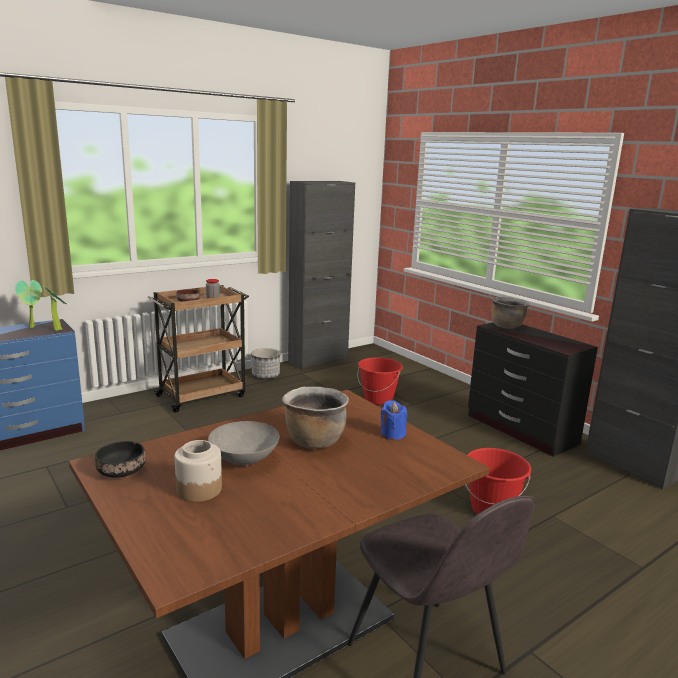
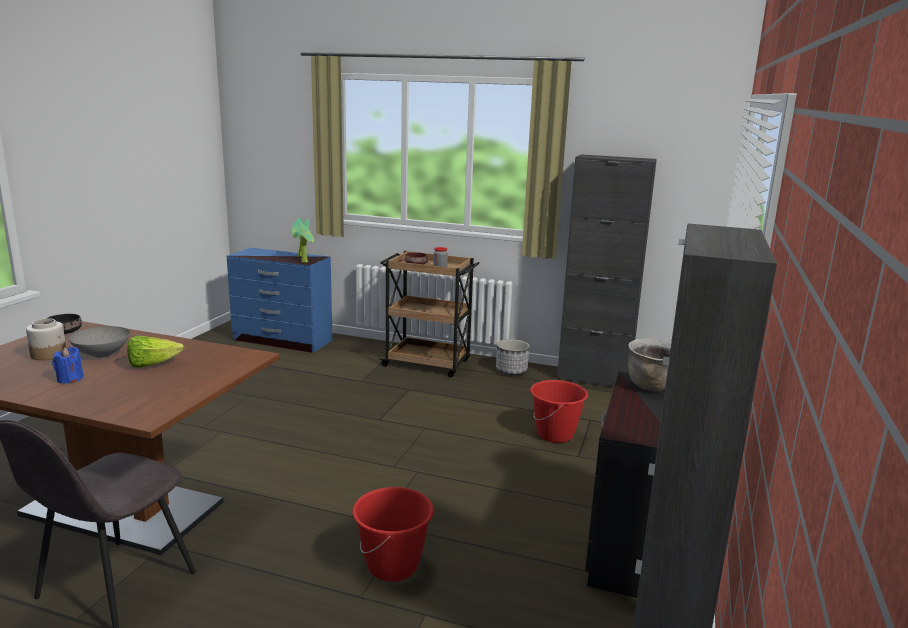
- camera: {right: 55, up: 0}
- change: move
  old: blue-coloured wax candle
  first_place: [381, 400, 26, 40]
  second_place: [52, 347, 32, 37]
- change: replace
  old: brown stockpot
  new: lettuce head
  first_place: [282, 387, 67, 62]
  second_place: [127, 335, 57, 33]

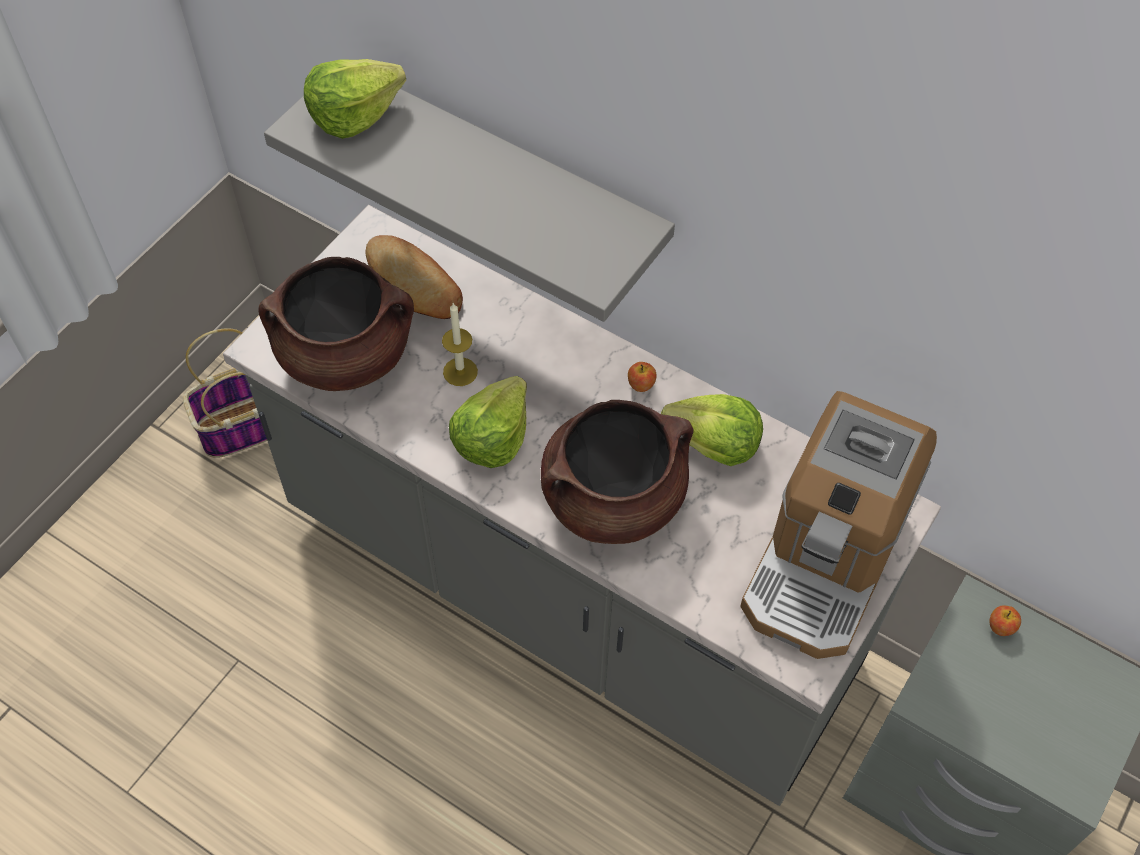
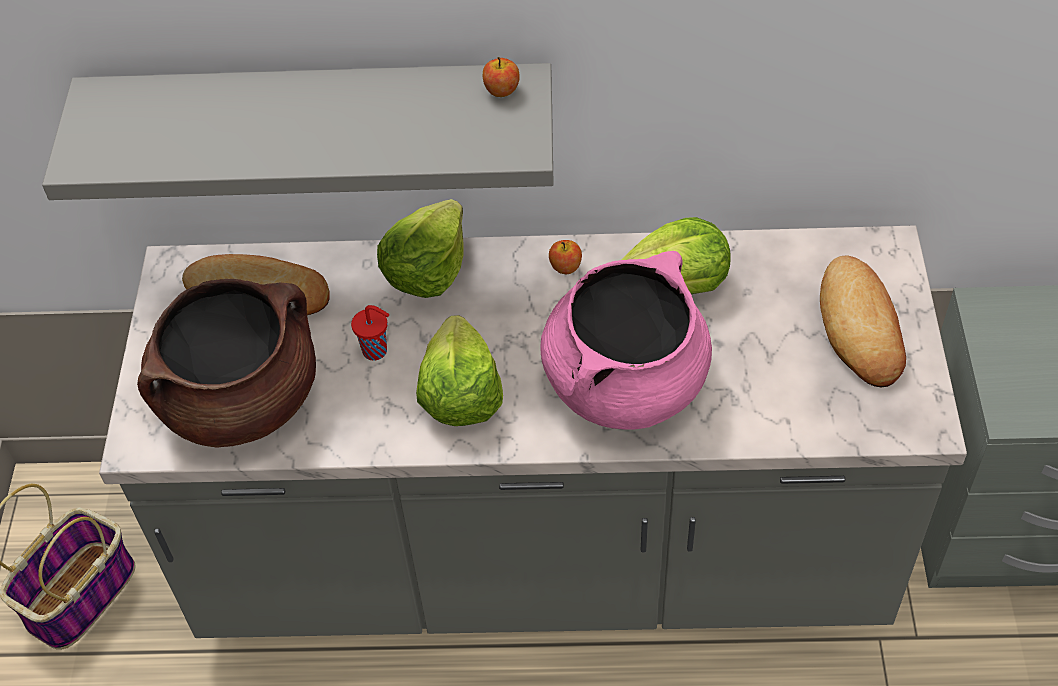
- camera: {right: -30, up: -5}
- change: move
  old: lettuce head
  first_place: [304, 59, 102, 80]
  second_place: [377, 199, 86, 99]
- change: move
  old: whole apple
  first_place: [989, 605, 32, 31]
  second_place: [483, 57, 37, 40]
- change: replace
  old: wax candle
  new: reddish drinking cup
  first_place: [442, 302, 36, 84]
  second_place: [351, 305, 38, 56]
- change: replace
  old: coffee brewer
  new: bakery bread
  first_place: [740, 391, 197, 268]
  second_place: [820, 255, 86, 132]
- change: recolor
  old: brown stockpot
  new: pinkish stockpot
  first_place: [541, 400, 153, 144]
  second_place: [540, 251, 172, 179]

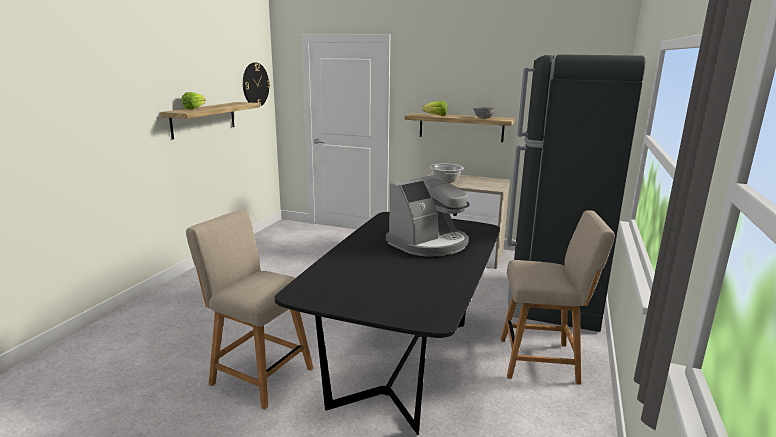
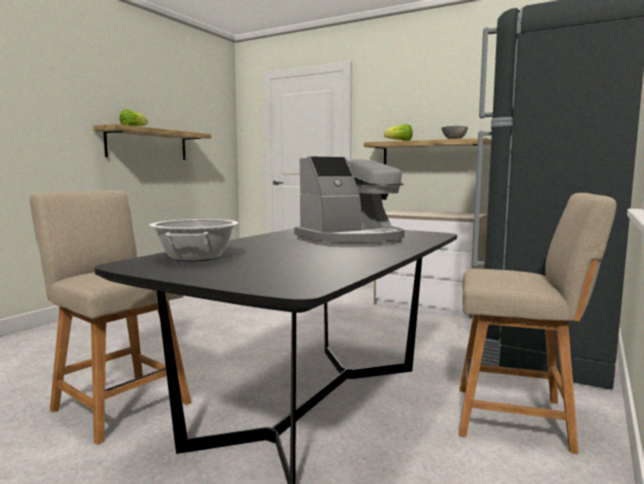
- camera: {right: 10, up: -10}
- change: delete
  old: hanging clock
  first_place: [243, 63, 27, 43]
- change: move
  old: stockpot
  first_place: [430, 164, 34, 19]
  second_place: [149, 219, 90, 42]

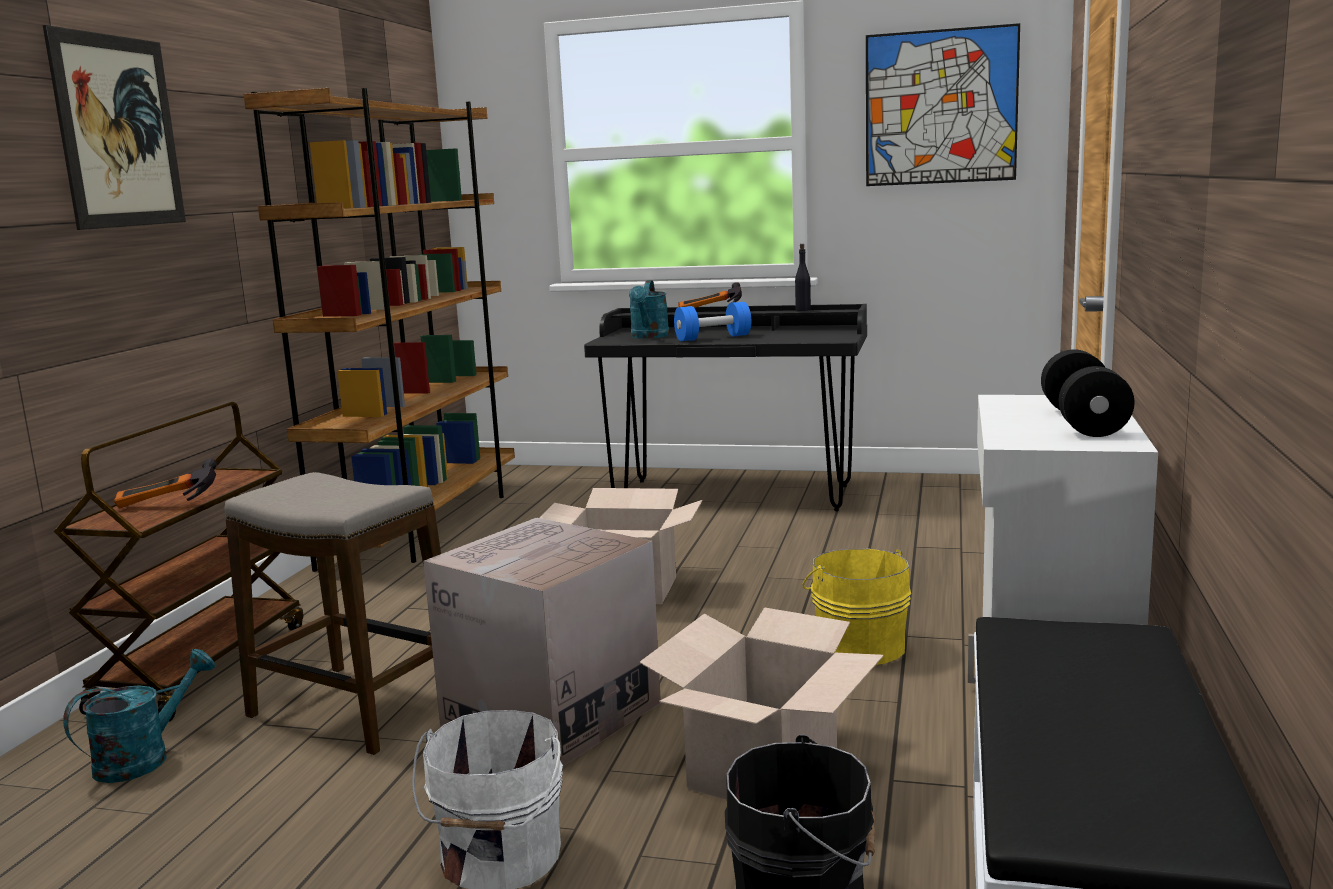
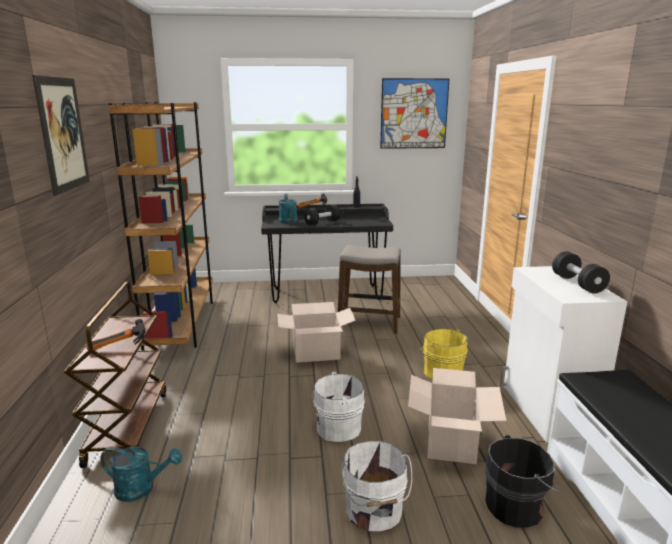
- camera: {right: -20, up: 5}
- change: move
  old: sitting stool
  first_place: [225, 472, 216, 283]
  second_place: [338, 245, 63, 89]
- change: replace
  old: cardboard box
  new: whitish water bucket
  first_place: [423, 518, 238, 248]
  second_place: [311, 371, 54, 71]
- change: recolor
  old: blue-coloured hand weight
  new: black hand weight
  first_place: [674, 302, 77, 39]
  second_place: [304, 205, 36, 20]
- change: rotate
  old: turquoise sprinkling can
  first_place: [63, 649, 152, 134]
  second_place: [100, 446, 82, 56]
  degrees: 75

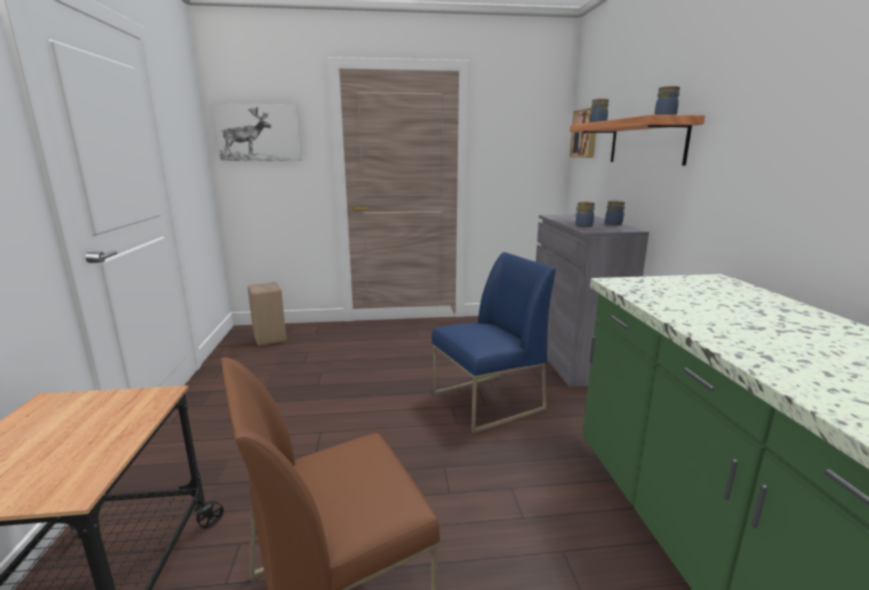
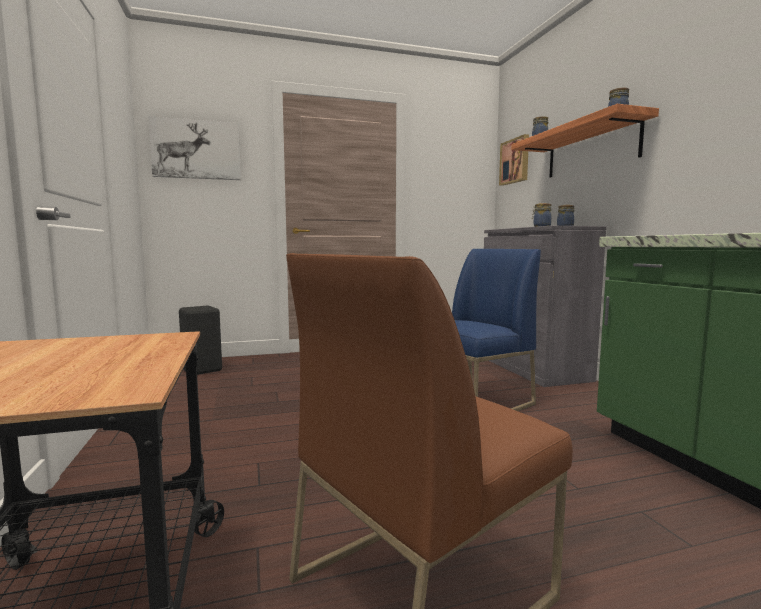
- camera: {right: -10, up: -10}
- change: recolor
  old: beige sitting stool
  new: black sitting stool
  first_place: [248, 282, 39, 64]
  second_place: [179, 305, 43, 70]

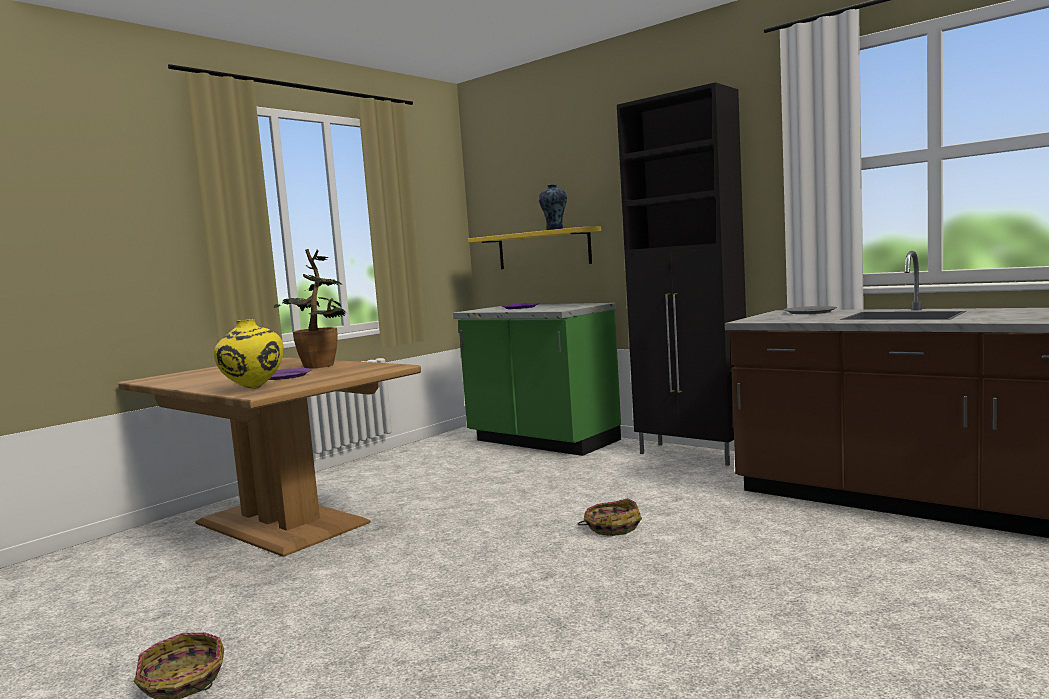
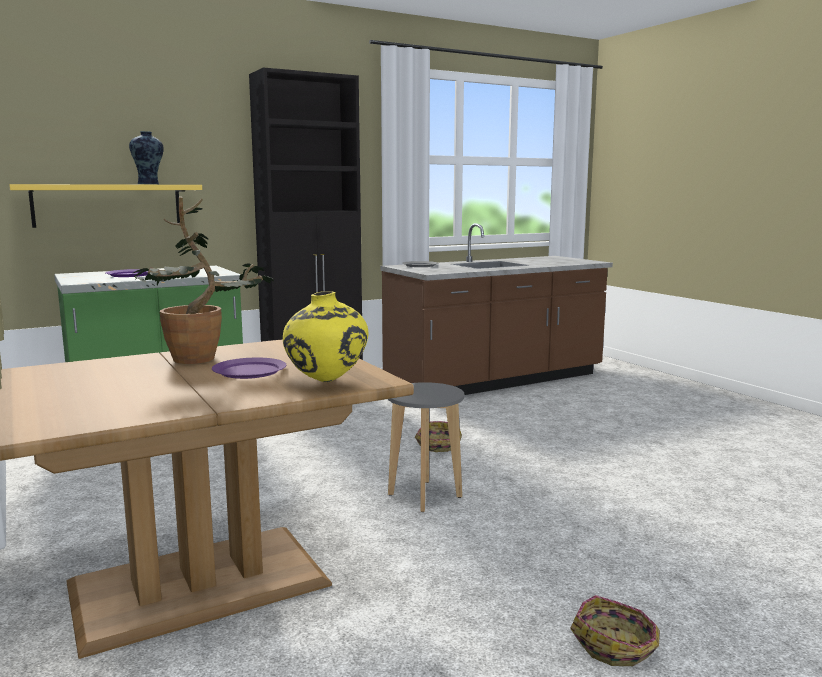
- camera: {right: -70, up: 5}
- change: insert
  new: gray sitting stool
  second_place: [388, 382, 76, 130]

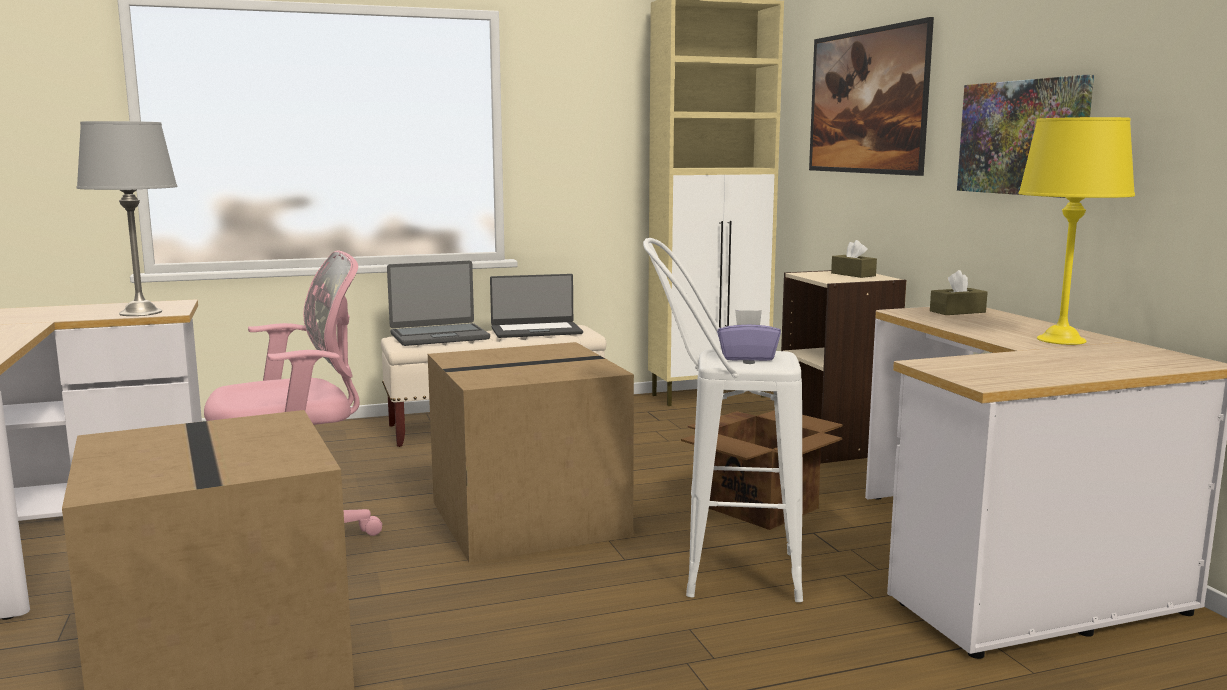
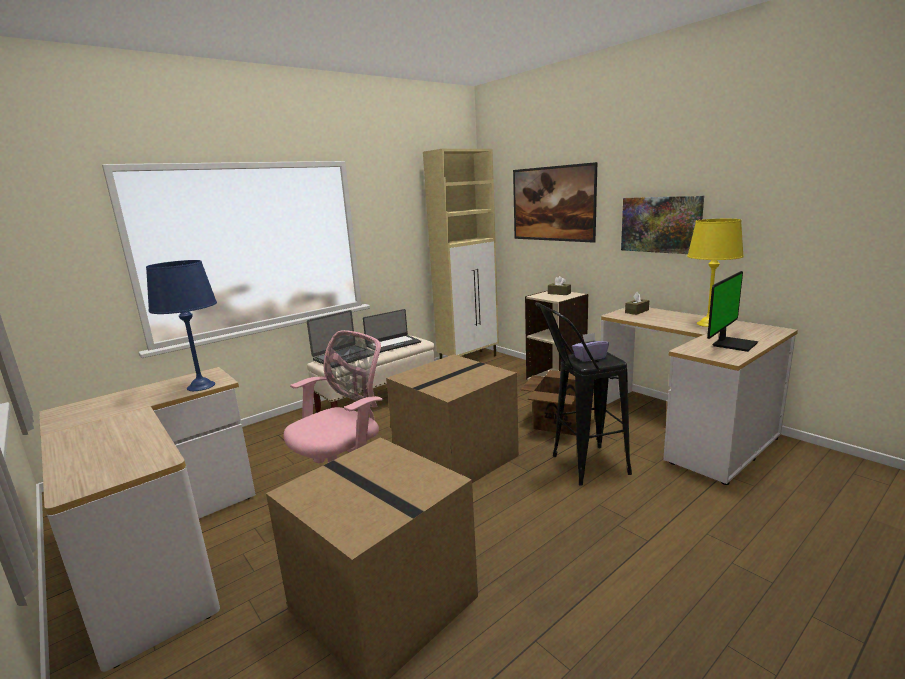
- camera: {right: -20, up: 5}
- change: insert
  new: monitor
  second_place: [707, 271, 51, 81]
- change: recolor
  old: gray tabletop lamp
  new: blue-coloured tabletop lamp
  first_place: [77, 121, 101, 195]
  second_place: [146, 260, 71, 131]
- change: recolor
  old: whitish sitting stool
  new: black sitting stool
  first_place: [643, 238, 160, 364]
  second_place: [535, 302, 97, 184]

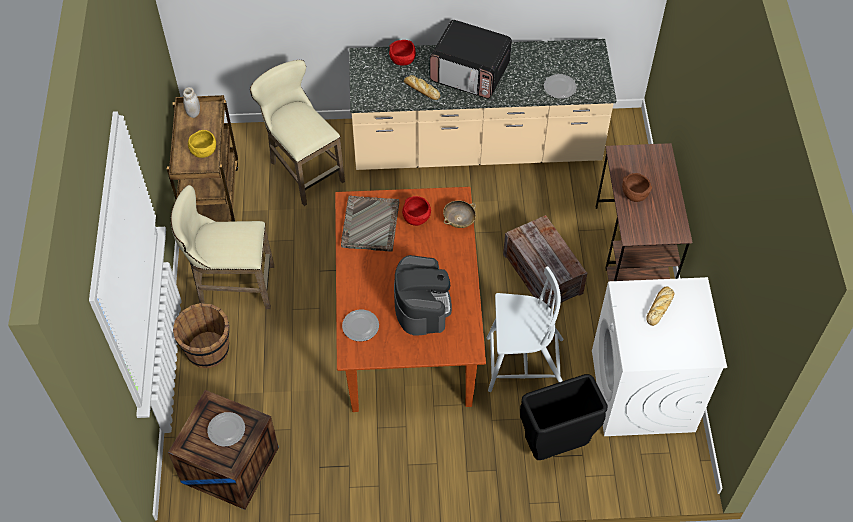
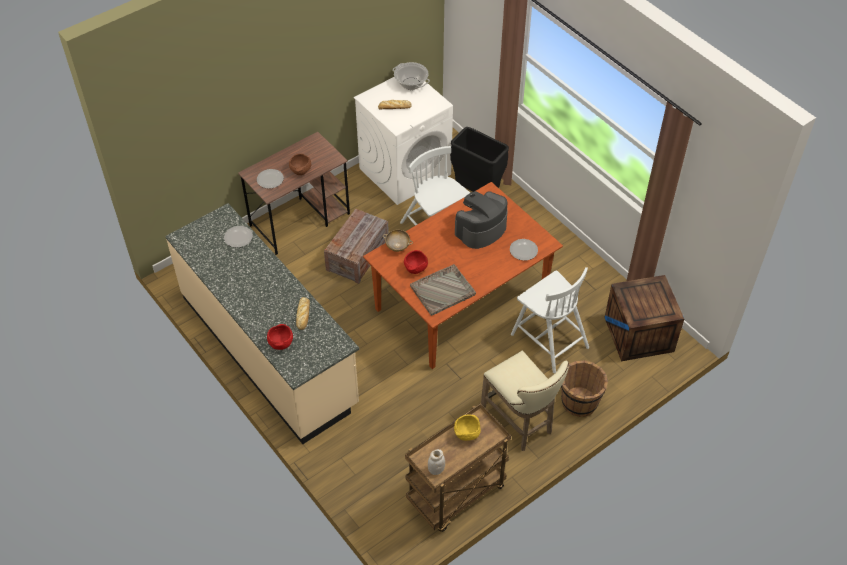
- camera: {right: -125, up: -5}
- change: delete
  old: beige sitting stool
  first_place: [250, 60, 95, 146]
- change: delete
  old: microwave
  first_place: [430, 20, 82, 79]
- change: insert
  new: stockpot
  second_place: [393, 62, 37, 28]
- change: insert
  new: whitish chair
  second_place: [511, 267, 78, 106]
- change: move
  old: dinner plate
  first_place: [207, 412, 38, 35]
  second_place: [257, 169, 27, 20]

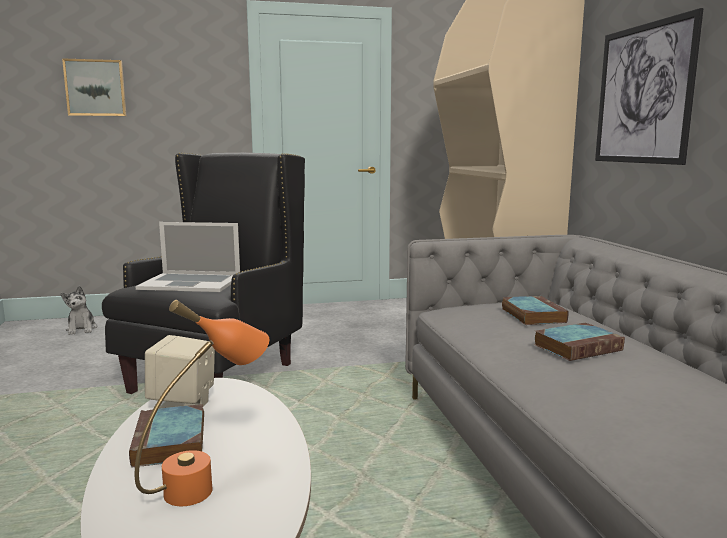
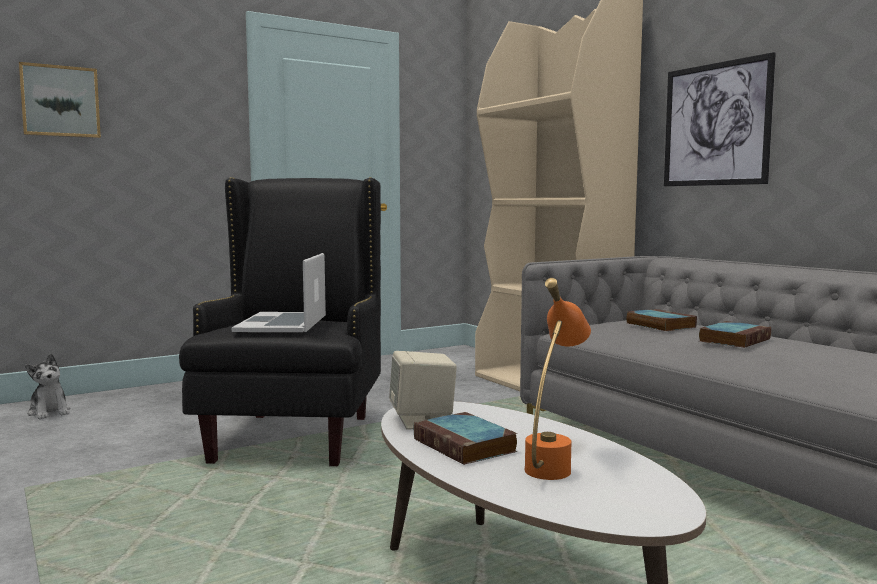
- camera: {right: -20, up: -5}
- change: rotate
  old: portable computer
  first_place: [135, 222, 105, 70]
  second_place: [232, 253, 94, 79]
  degrees: 105

